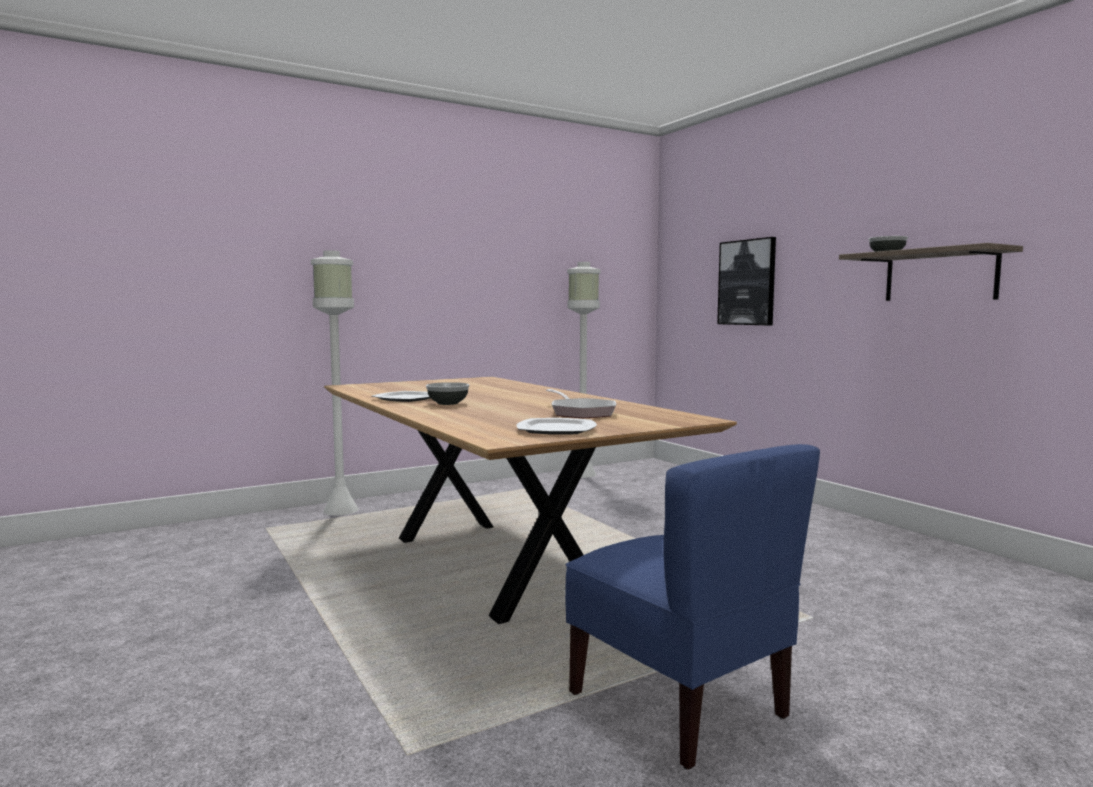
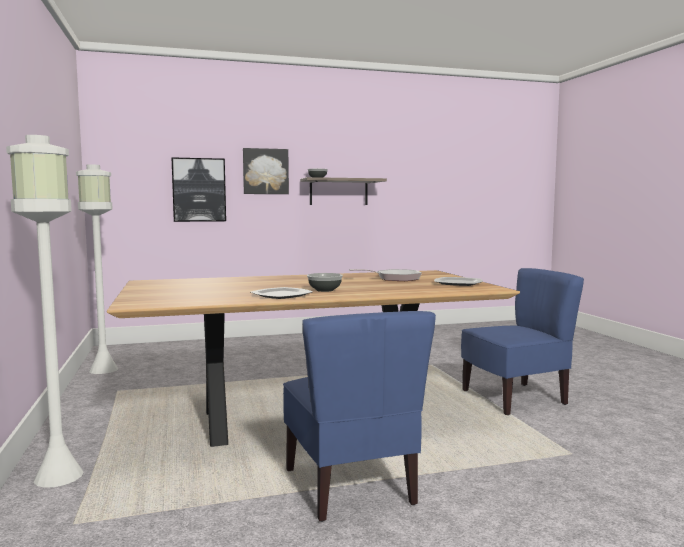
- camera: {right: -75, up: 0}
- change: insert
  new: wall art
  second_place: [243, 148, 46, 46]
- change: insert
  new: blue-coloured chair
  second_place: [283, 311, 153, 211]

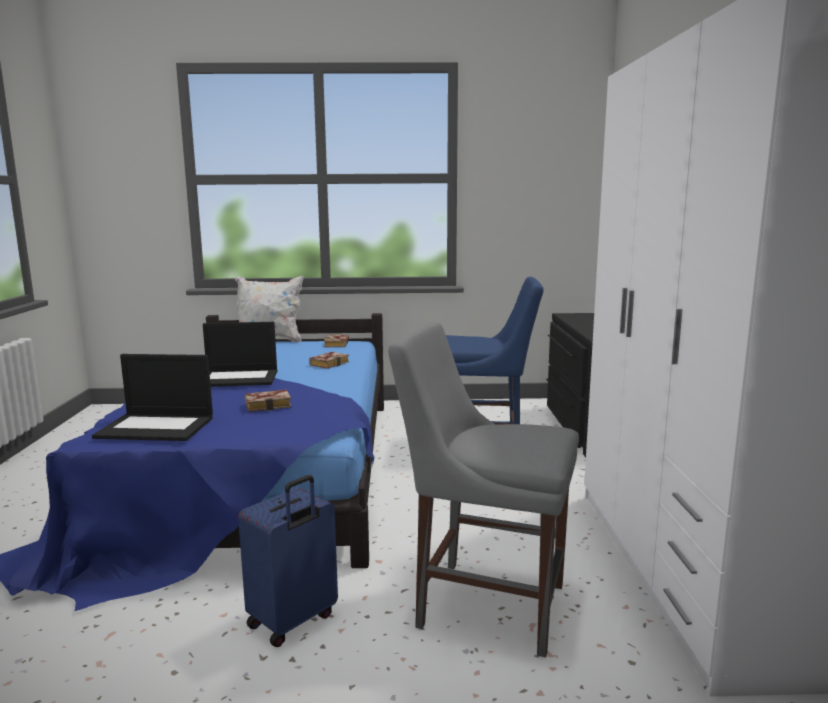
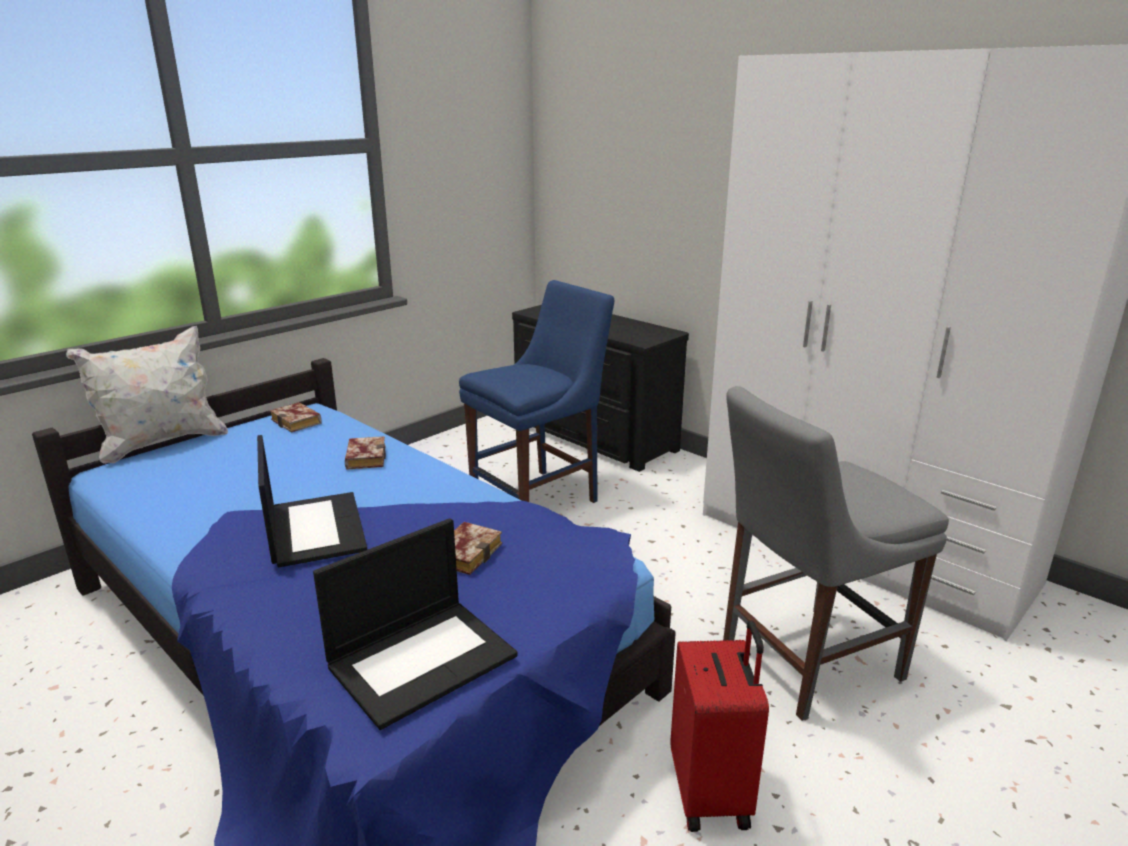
- camera: {right: -45, up: 10}
- change: recolor
  old: blue-coloured piece of luggage
  new: reddish piece of luggage
  first_place: [238, 475, 100, 172]
  second_place: [670, 620, 99, 212]
- change: rotate
  old: portable computer
  first_place: [203, 322, 74, 65]
  second_place: [257, 435, 111, 132]
  degrees: -60

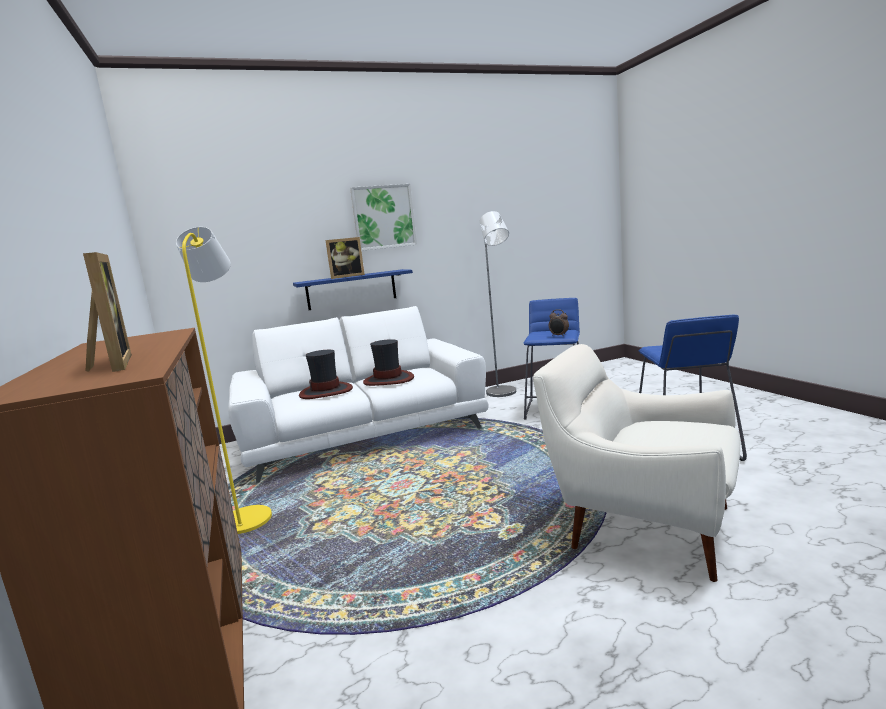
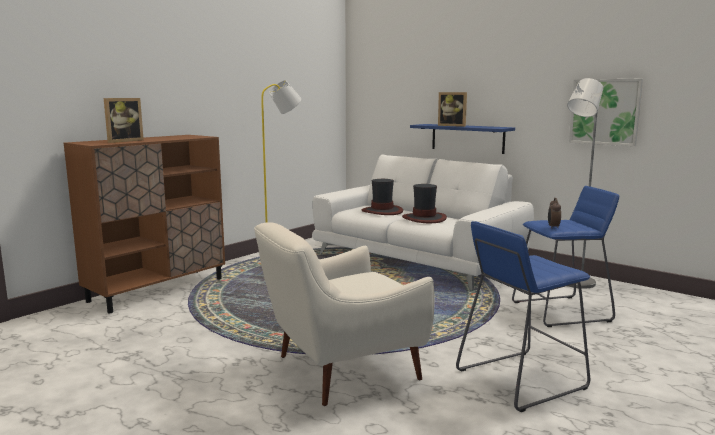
- camera: {right: 60, up: 0}
- change: move
  old: wall art
  first_place: [350, 184, 67, 67]
  second_place: [569, 79, 74, 67]
- change: rotate
  old: whitish lounge chair
  first_place: [533, 344, 207, 238]
  second_place: [254, 222, 180, 184]
  degrees: -120

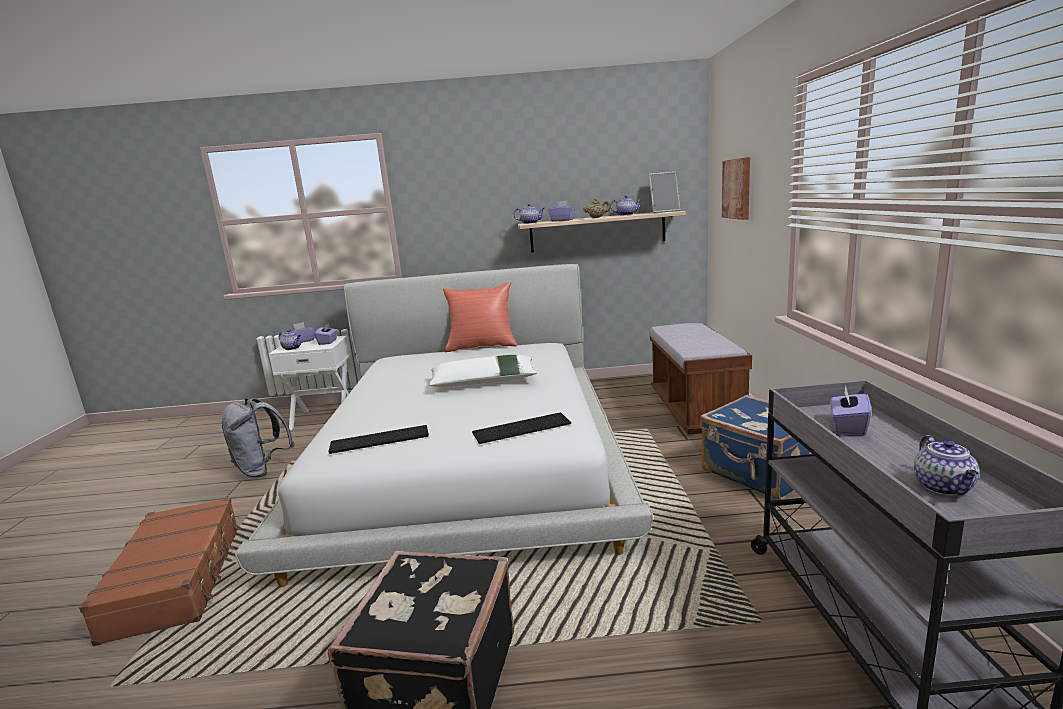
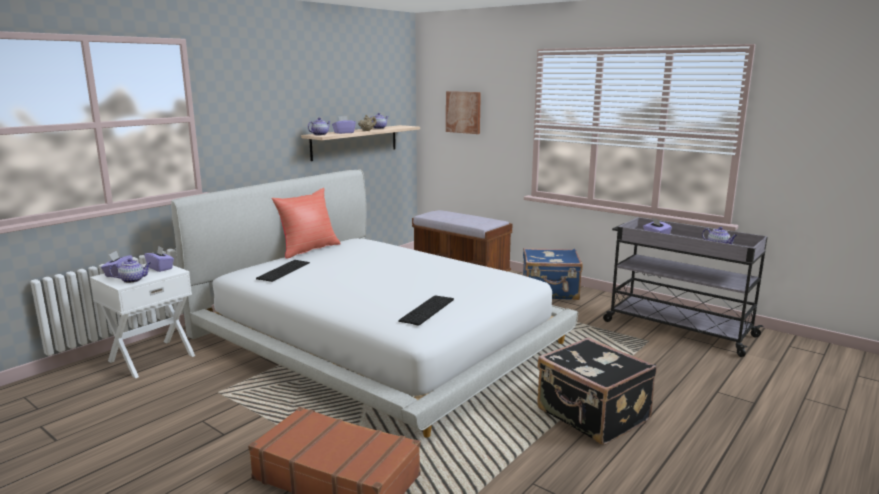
- camera: {right: -50, up: 0}
- change: delete
  old: gray knapsack
  first_place: [222, 398, 72, 79]
- change: delete
  old: whitish throw pillow
  first_place: [429, 355, 108, 32]
- change: delete
  old: photo frame
  first_place: [649, 172, 31, 41]
- change: move
  old: PC keyboard
  first_place: [472, 413, 99, 31]
  second_place: [256, 260, 54, 22]

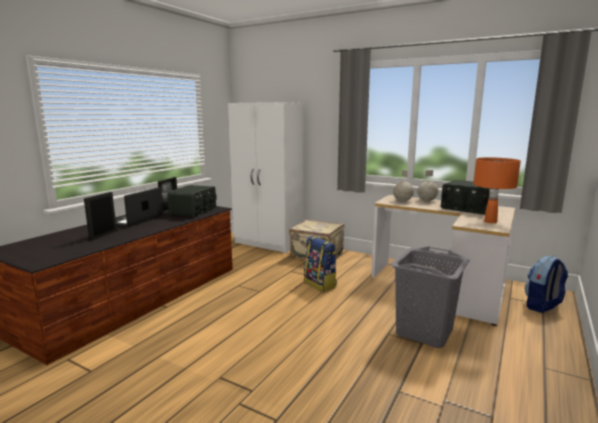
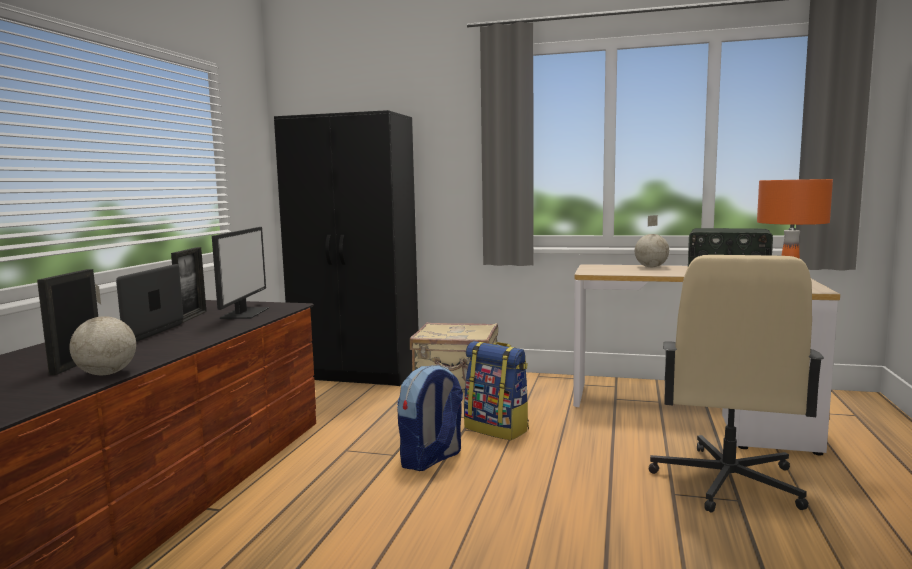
- camera: {right: -15, up: -5}
- change: move
  old: world globe
  first_place: [393, 170, 21, 32]
  second_place: [70, 284, 66, 91]
- change: move
  old: knapsack
  first_place: [525, 256, 43, 57]
  second_place: [397, 365, 66, 106]
- change: replace
  old: radio
  new: monitor
  first_place: [167, 185, 50, 32]
  second_place: [212, 227, 57, 92]
- change: replace
  old: gray hamper
  new: beige computer chair
  first_place: [390, 246, 80, 102]
  second_place: [648, 255, 176, 258]
- change: recolor
  old: whitish wardrobe
  new: black wardrobe
  first_place: [228, 102, 76, 151]
  second_place: [274, 110, 144, 276]

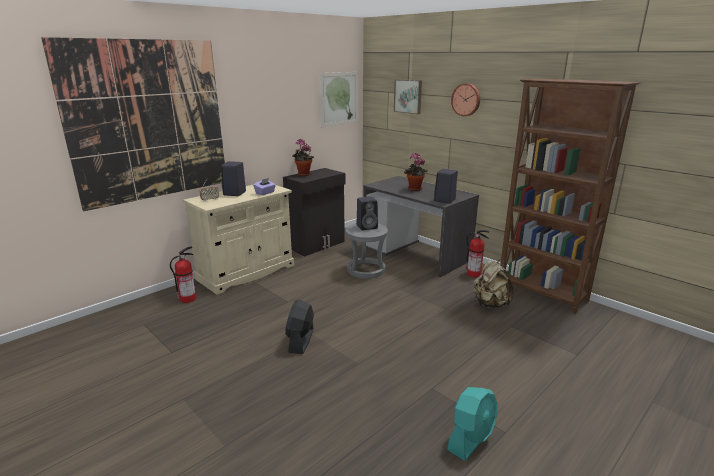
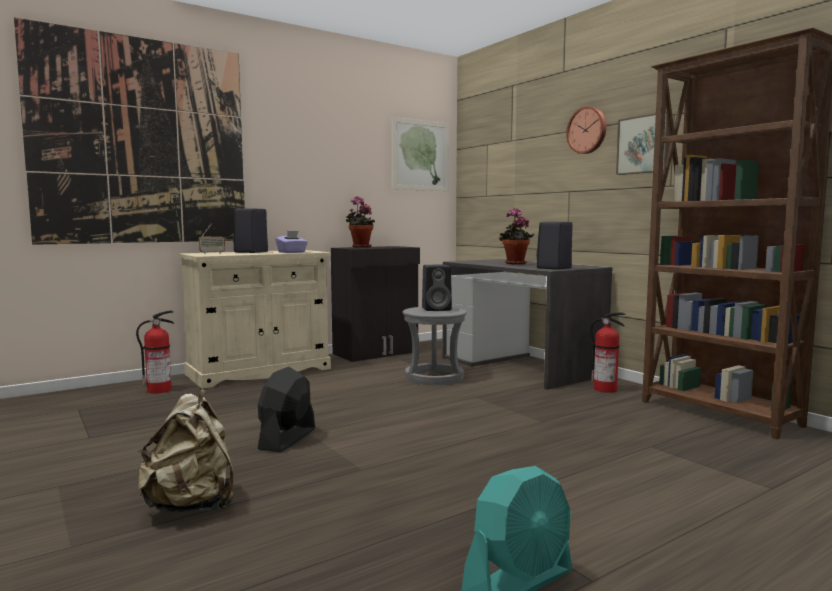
- camera: {right: 10, up: -15}
- change: move
  old: wall art
  first_place: [394, 79, 28, 35]
  second_place: [616, 112, 54, 63]
- change: move
  old: beige knapsack
  first_place: [474, 259, 40, 49]
  second_place: [138, 389, 95, 123]

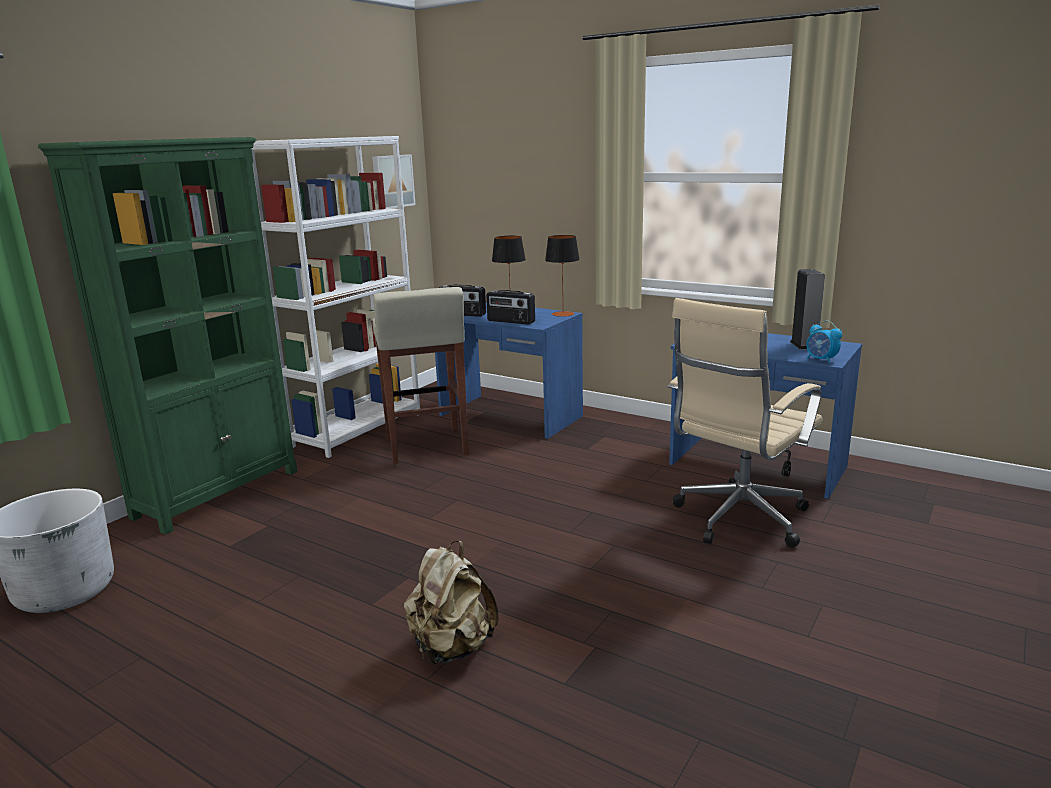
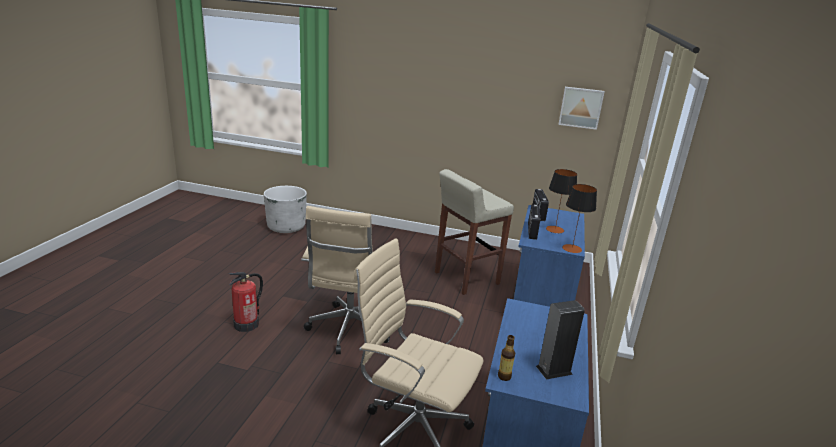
- camera: {right: 70, up: 5}
- change: delete
  old: greenish bookshelf
  first_place: [38, 137, 259, 398]
- change: delete
  old: whitish bookshelf
  first_place: [252, 136, 168, 322]
- change: insert
  new: beige computer chair
  second_place: [301, 206, 89, 148]
- change: replace
  old: beige knapsack
  new: fire extinguisher
  first_place: [404, 541, 95, 124]
  second_place: [228, 272, 35, 60]
- change: replace
  old: alarm clock
  new: beverage bottle
  first_place: [807, 321, 35, 42]
  second_place: [498, 335, 17, 46]

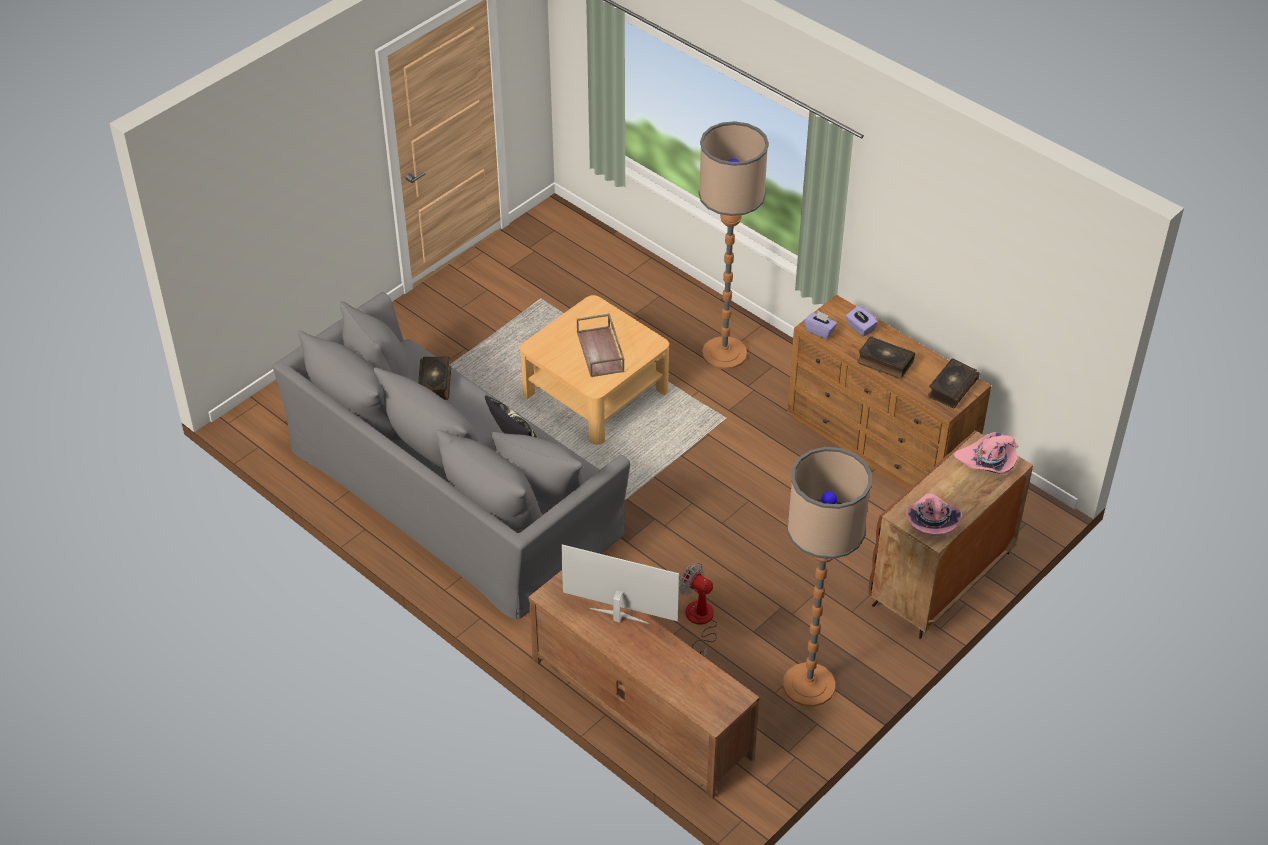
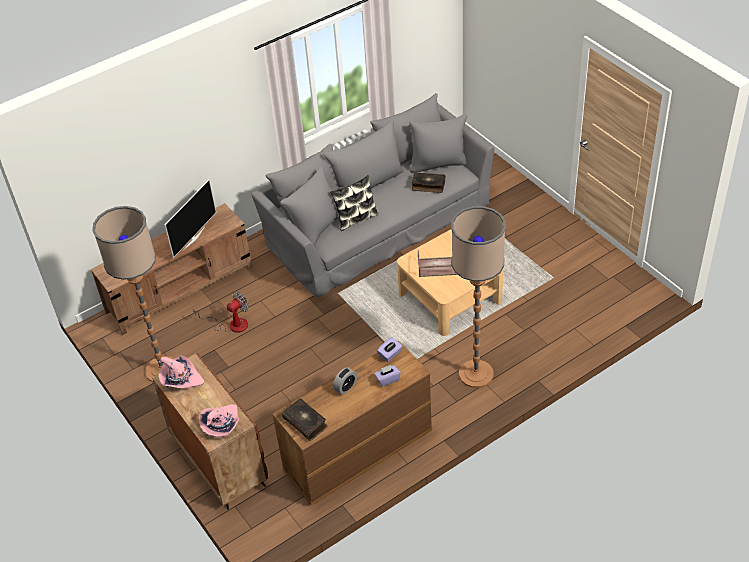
- camera: {right: 105, up: 0}
- change: replace
  old: bound book
  new: alarm clock
  first_place: [857, 336, 58, 43]
  second_place: [333, 367, 24, 28]

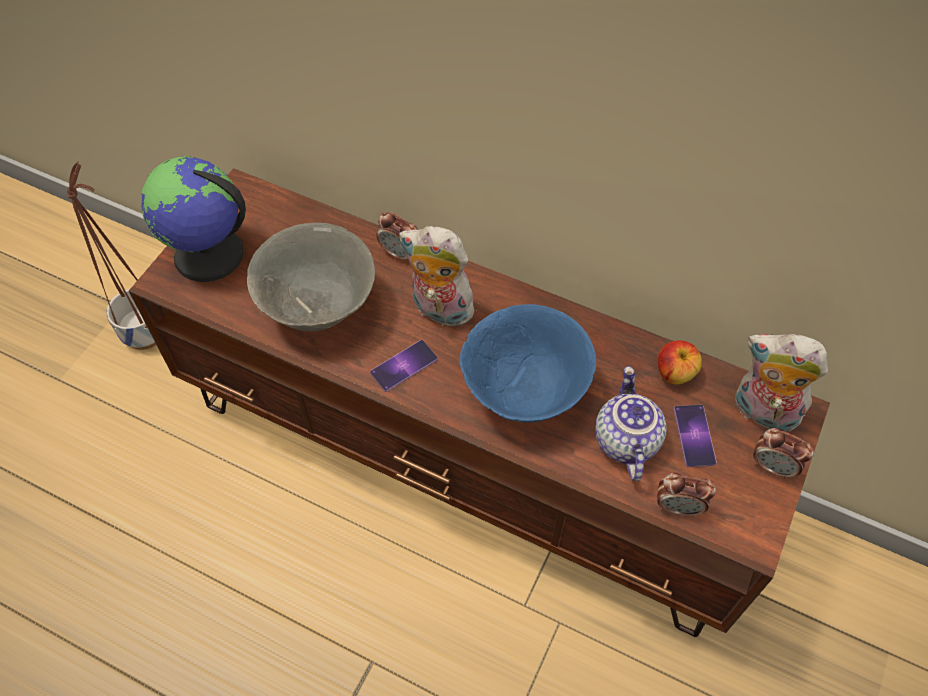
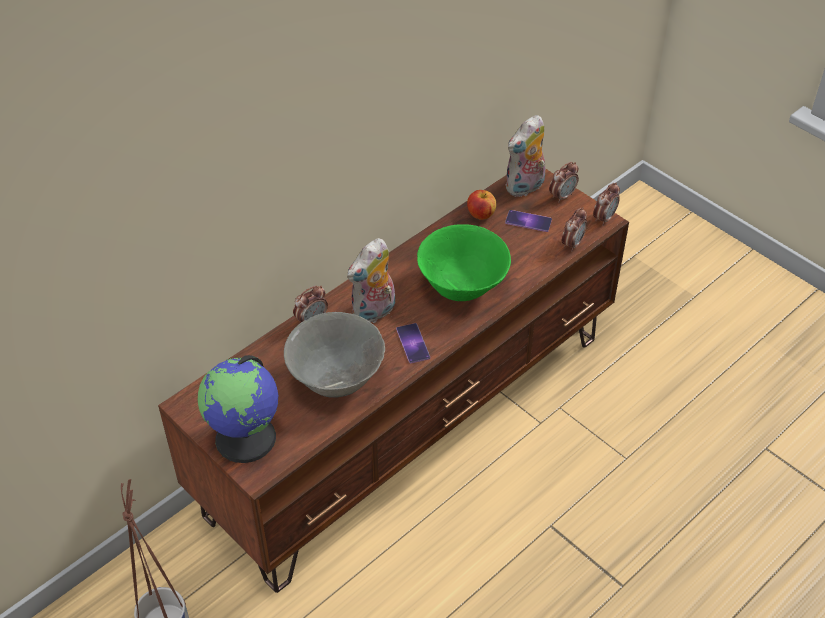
- camera: {right: -70, up: -10}
- change: delete
  old: tea pot
  first_place: [595, 366, 72, 115]
- change: insert
  new: alarm clock
  second_place: [593, 183, 27, 43]
- change: recolor
  old: blue-coloured deep dish
  new: greenish deep dish
  first_place: [460, 304, 136, 119]
  second_place: [417, 224, 94, 77]

